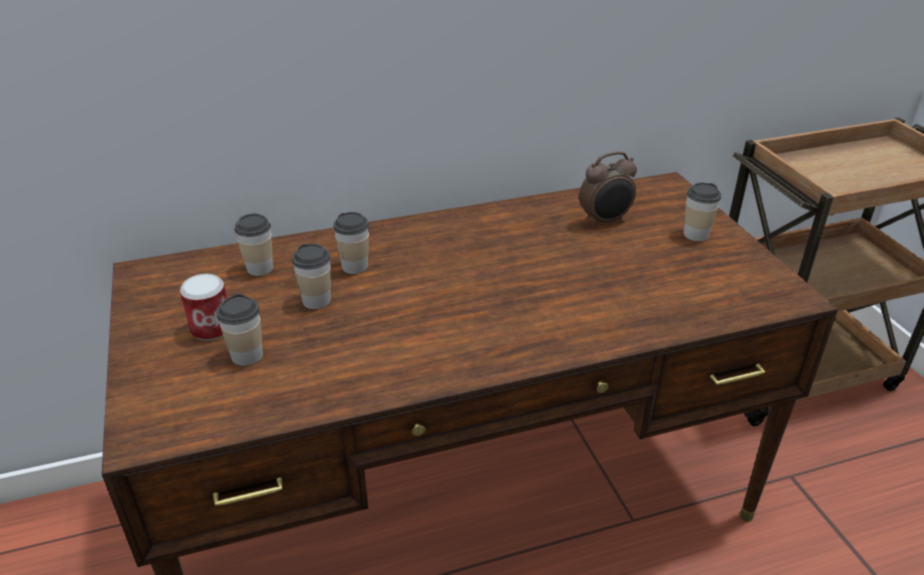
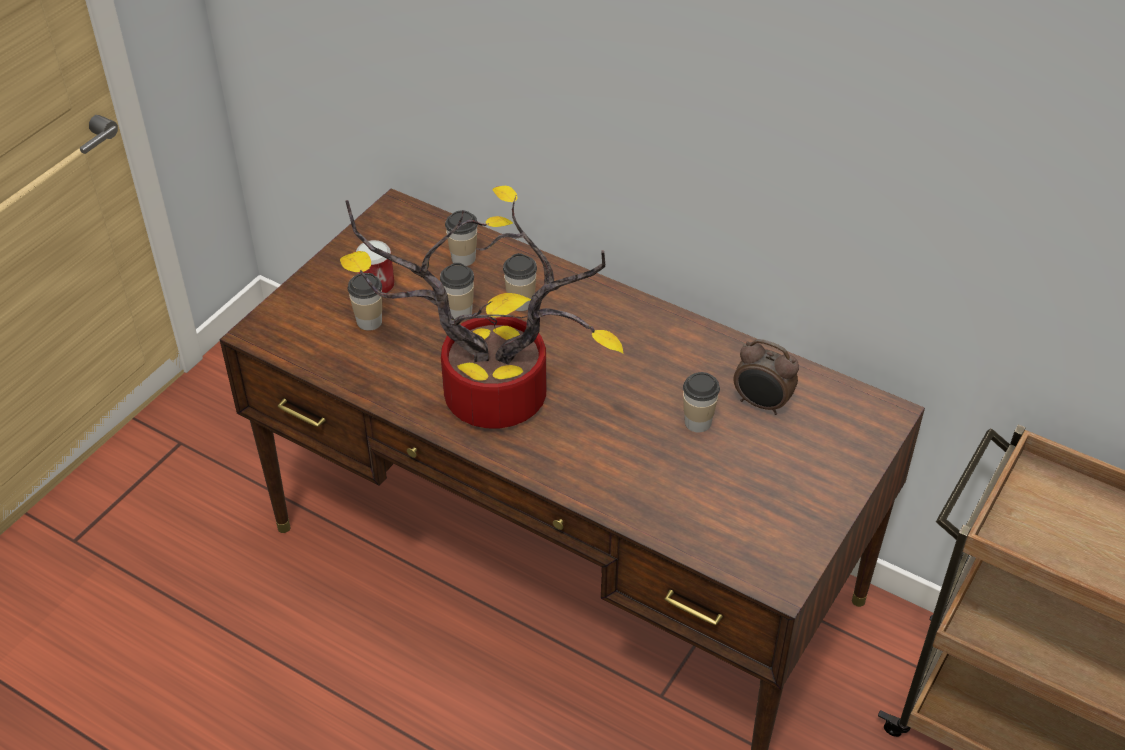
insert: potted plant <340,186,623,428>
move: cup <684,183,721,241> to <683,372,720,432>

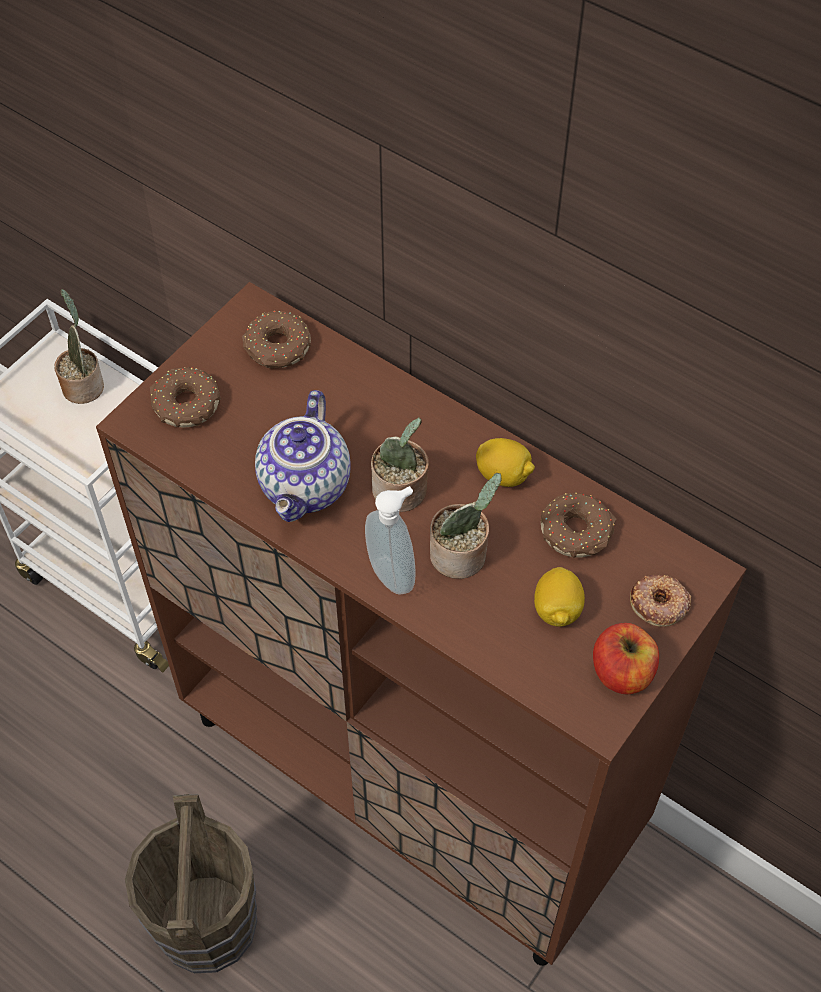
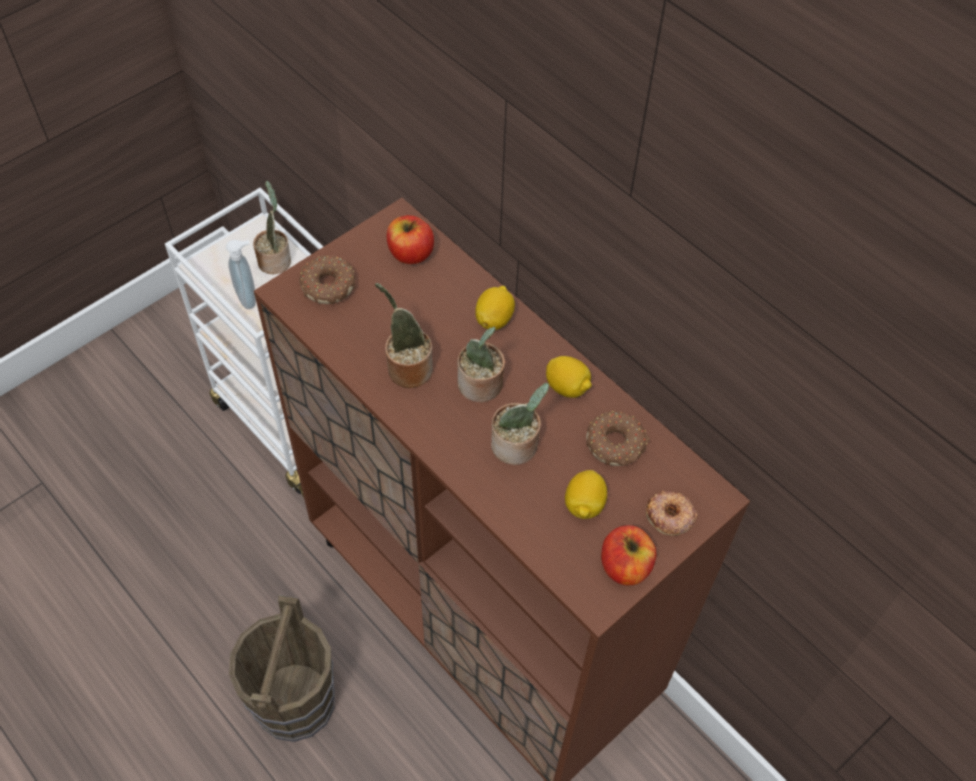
insert: lemon <475,286,515,330>
move: soap dispenser <365,486,416,595> to <226,240,256,309>
replace: teapot <255,390,351,522> to potted plant <375,283,433,388>; donut <242,311,311,369> to apple <387,215,434,264>

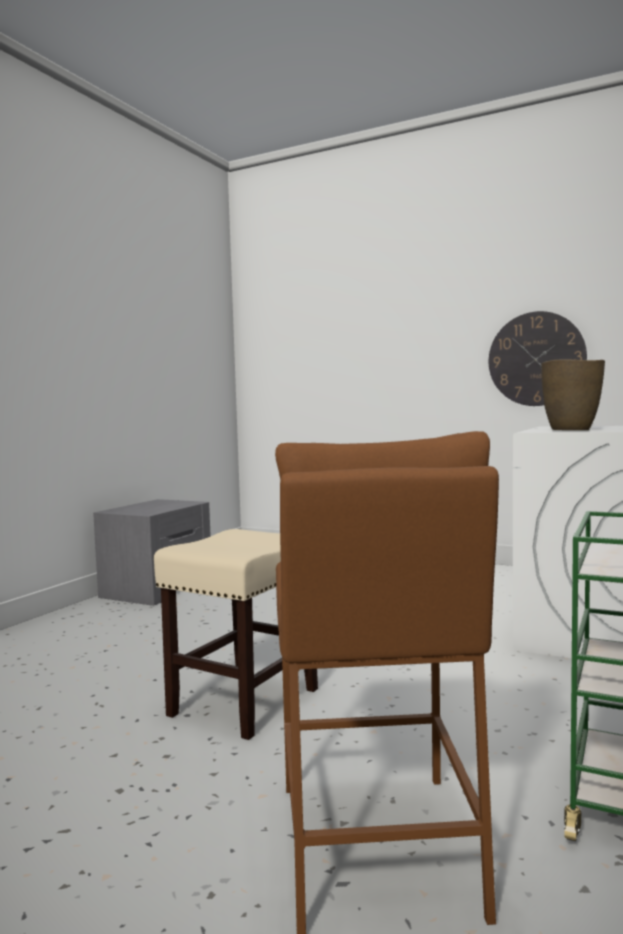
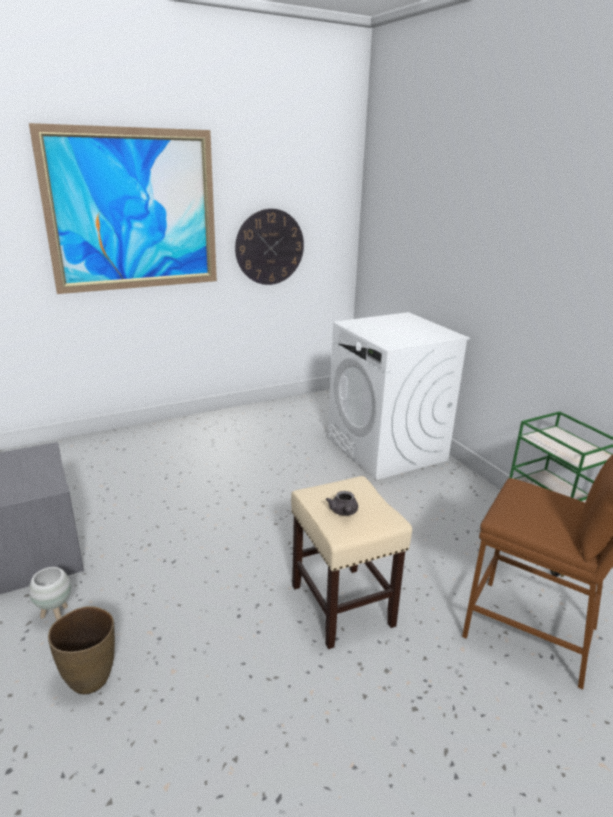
insert: picture <29,123,217,294>; white planter <29,567,71,620>; grey teapot <326,491,358,516>
move: brown vase <541,359,605,430> to <48,606,115,694>

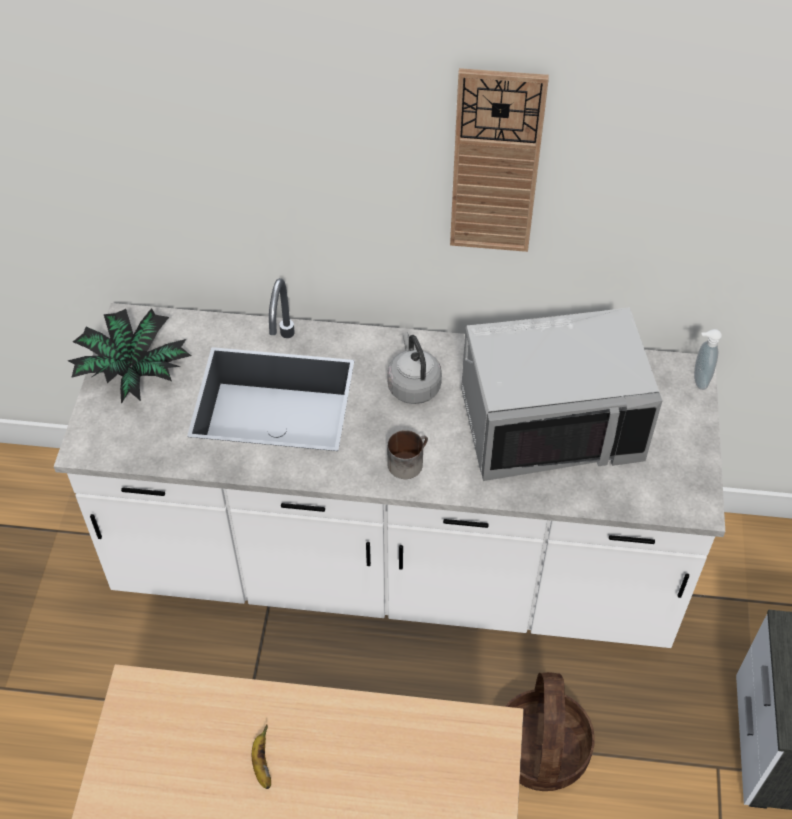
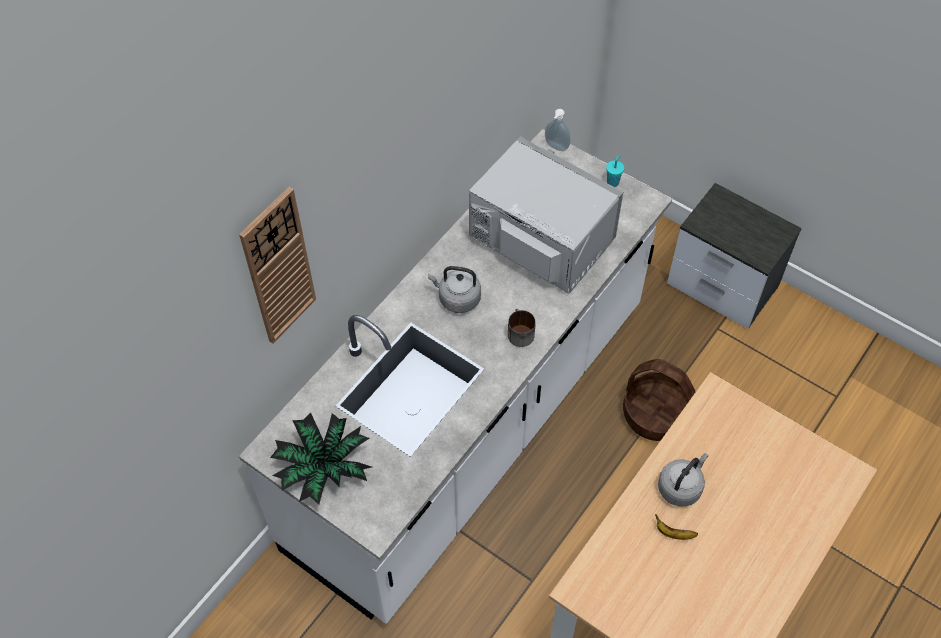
insert: turquoise cup <606,155,624,187>; grey kettle <658,453,708,507>
move: wall clock <450,68,549,252> to <239,187,316,344>
rotate: grey microwave <461,307,663,481> = <469,136,623,294> 75 degrees counterclockwise

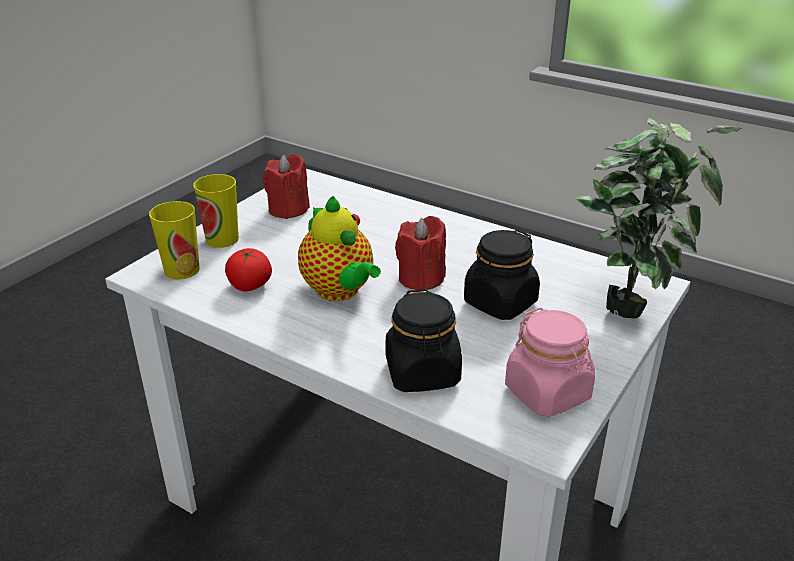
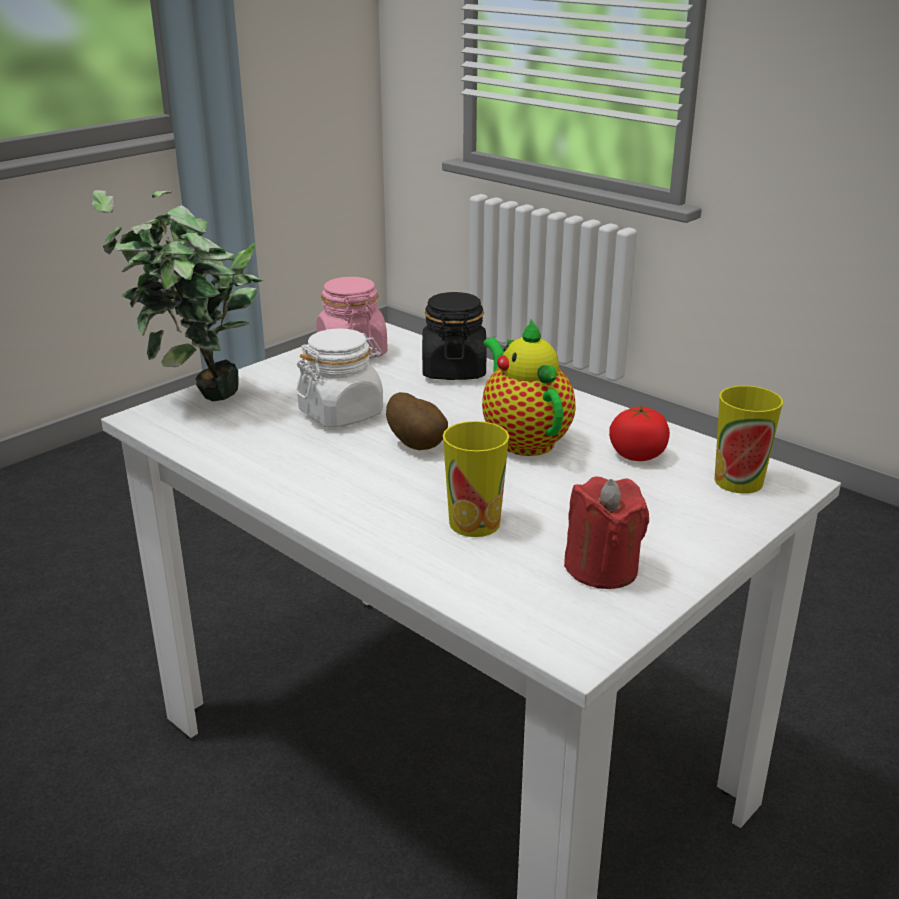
move: cup <193,174,239,248> to <443,421,509,537>
replace: red candle <395,216,446,290> to potato <386,392,448,450>
recolor: black jar <464,230,540,320> to white jar <296,328,383,428>

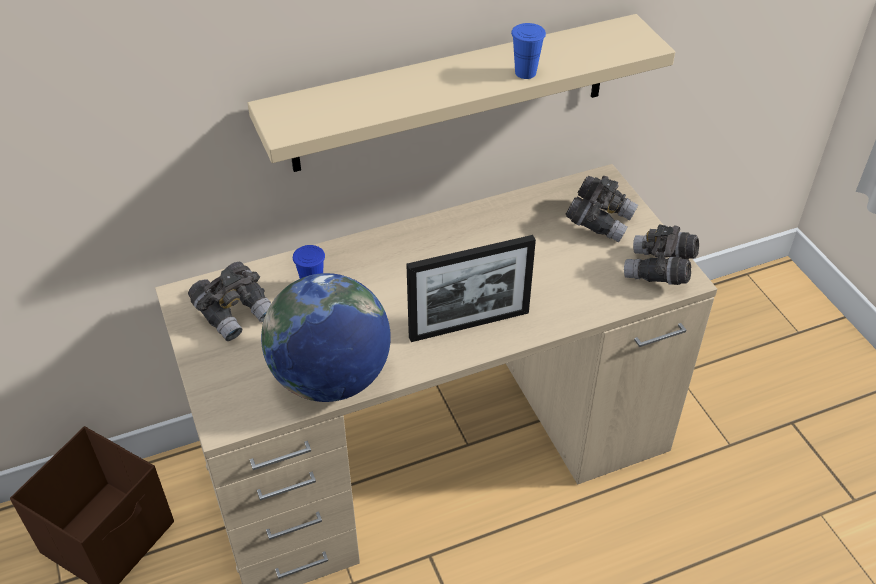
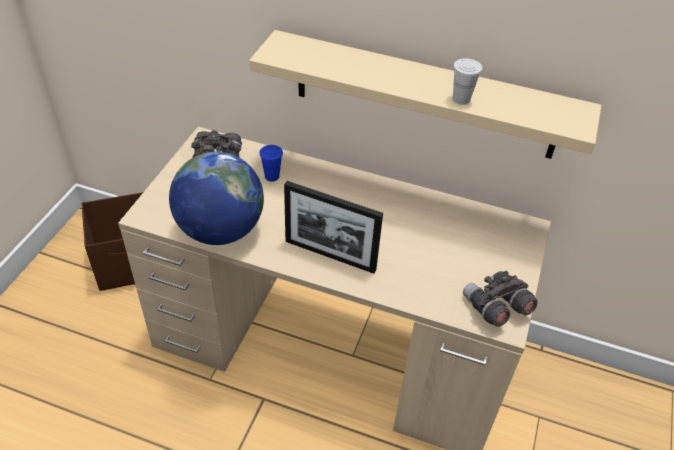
delete: grey binoculars <566,176,638,242>
recolor: blue cup <511,23,546,79> to white cup <453,58,482,105>

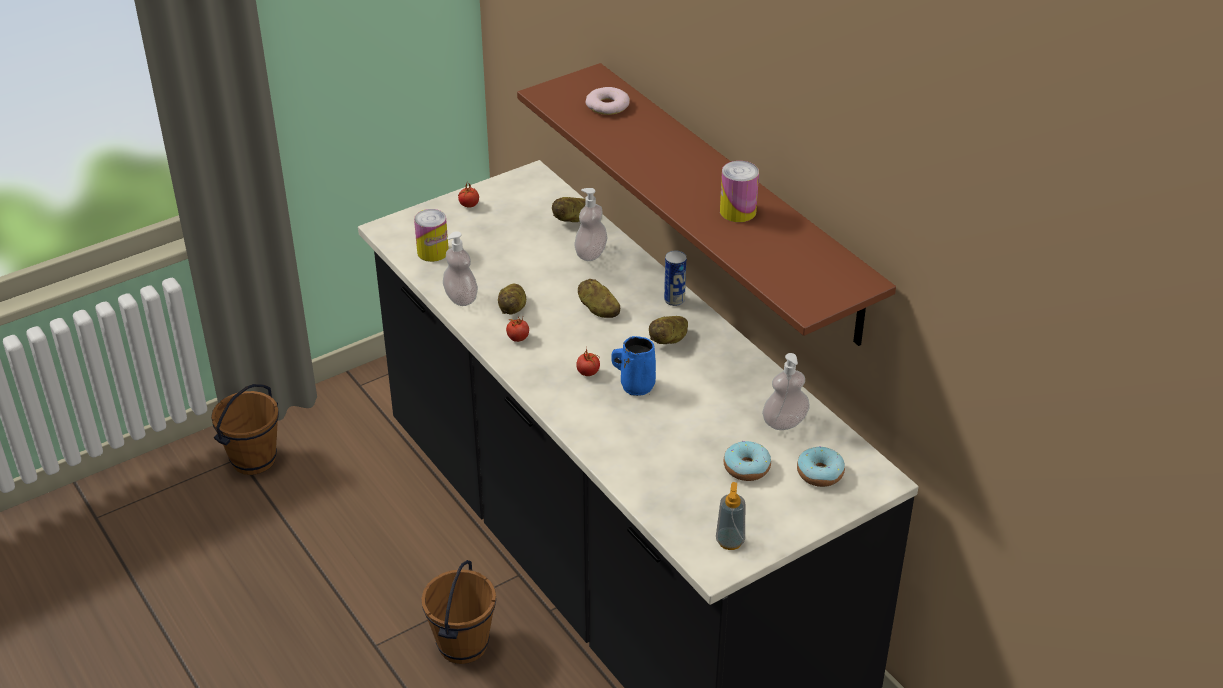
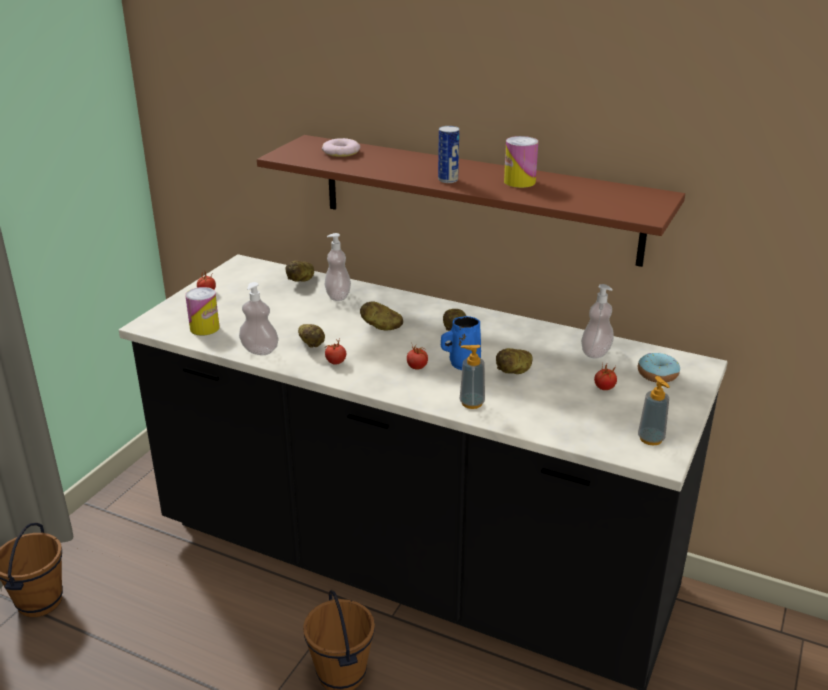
insert: soap dispenser <460,345,485,409>; potato <496,348,533,374>
move: can <664,250,686,306> to <438,126,459,183>
replace: donut <724,441,771,481> to tomato <594,364,617,390>

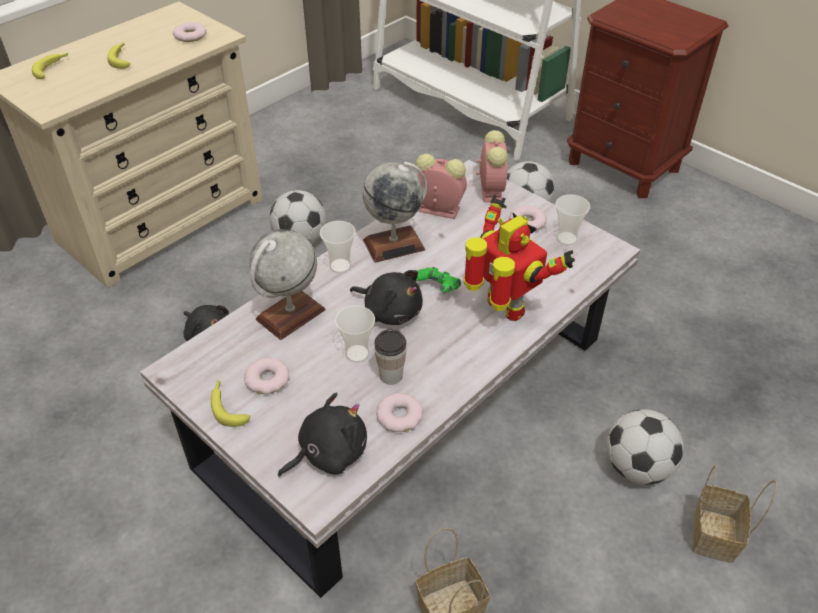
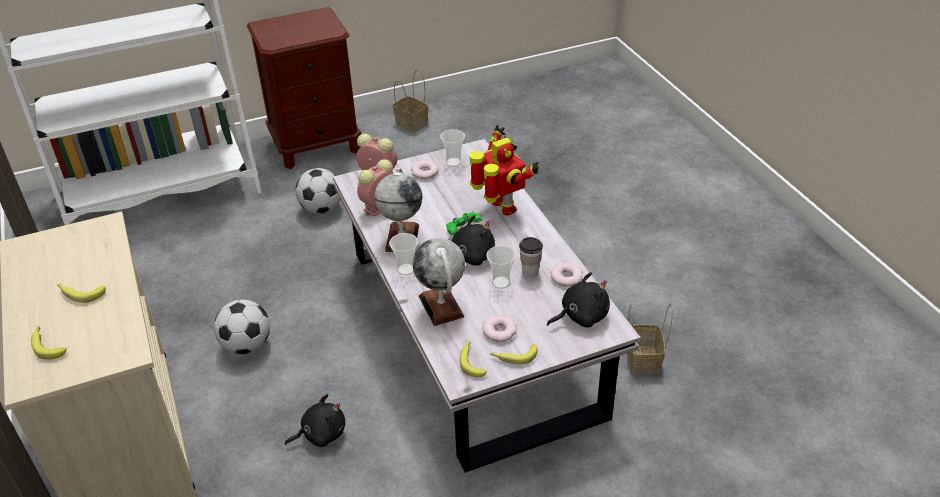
delete: donut <173,22,207,42>; football <607,409,684,485>
insert: banana <460,340,487,377>
move: basket <692,465,777,563> to <393,70,428,132>
rotate: toy robot <464,195,575,321> = <469,125,539,215> 75 degrees clockwise; black plush toy <278,393,367,477> = <547,272,610,327> 75 degrees clockwise

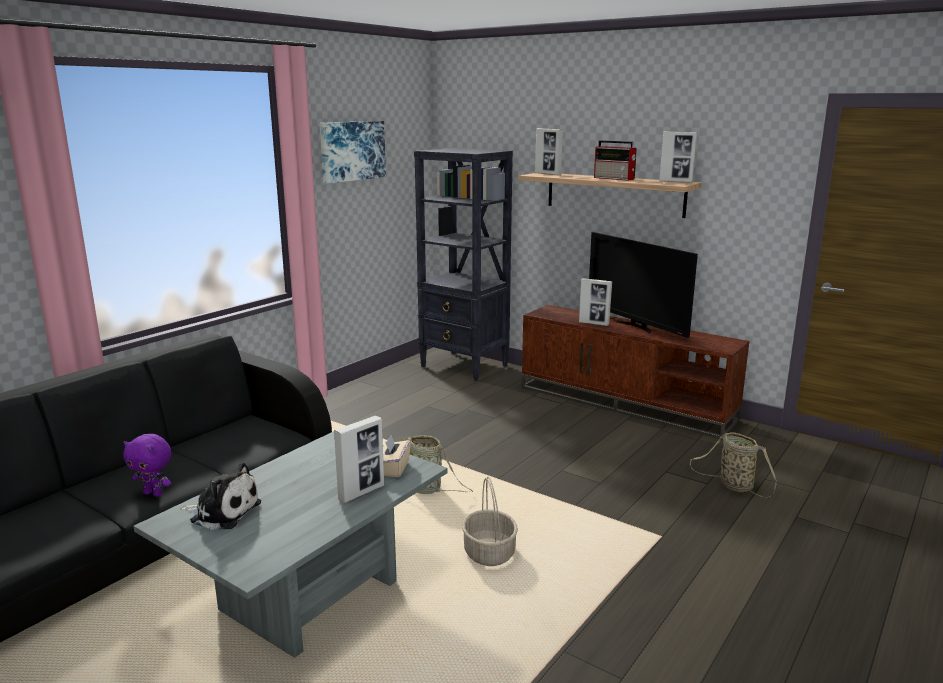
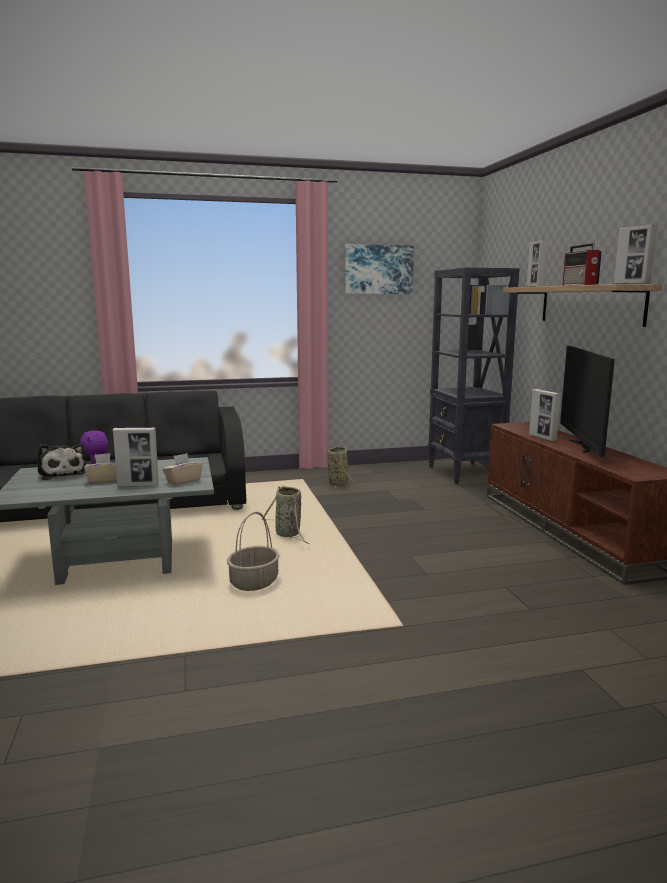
insert: beige tissue box <84,453,117,484>
move: basket <690,432,777,497> to <327,446,354,489>

